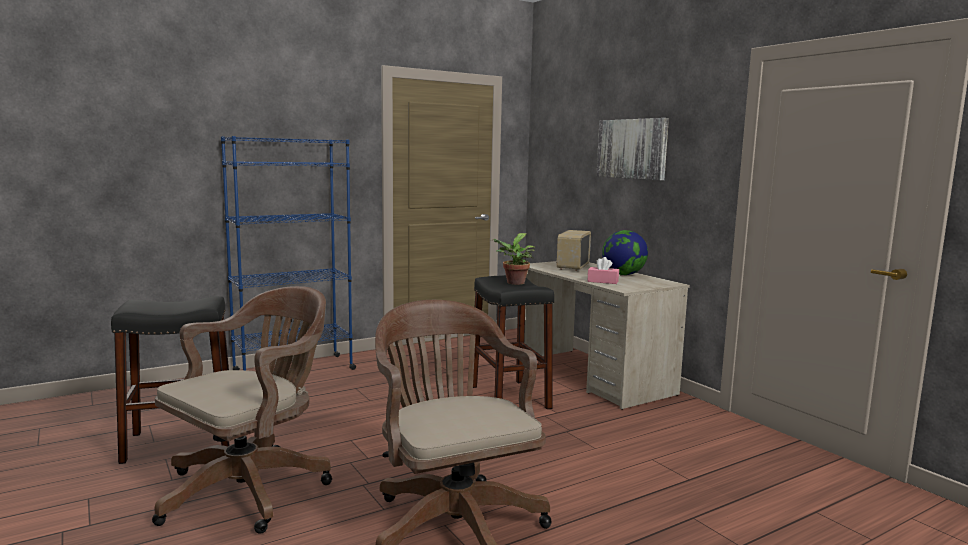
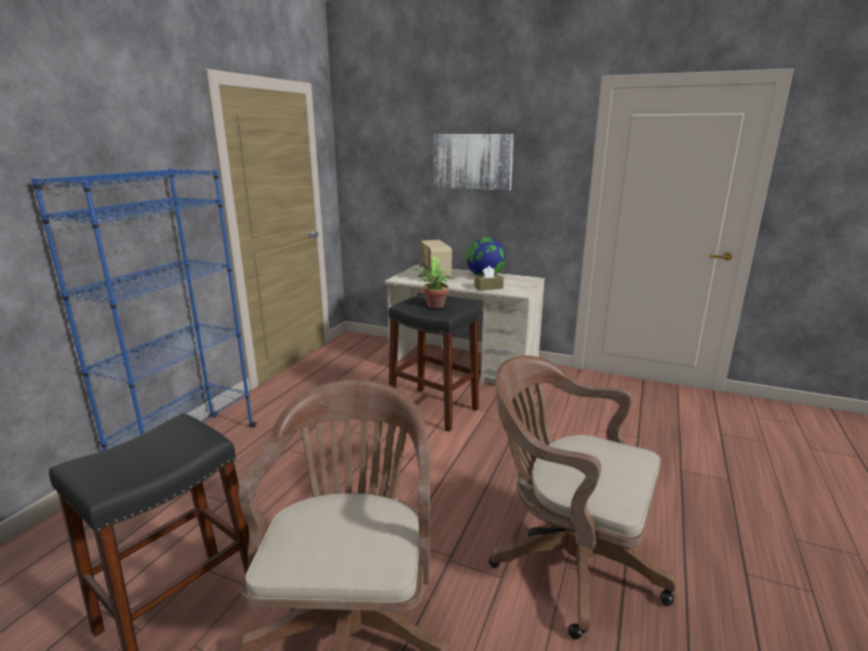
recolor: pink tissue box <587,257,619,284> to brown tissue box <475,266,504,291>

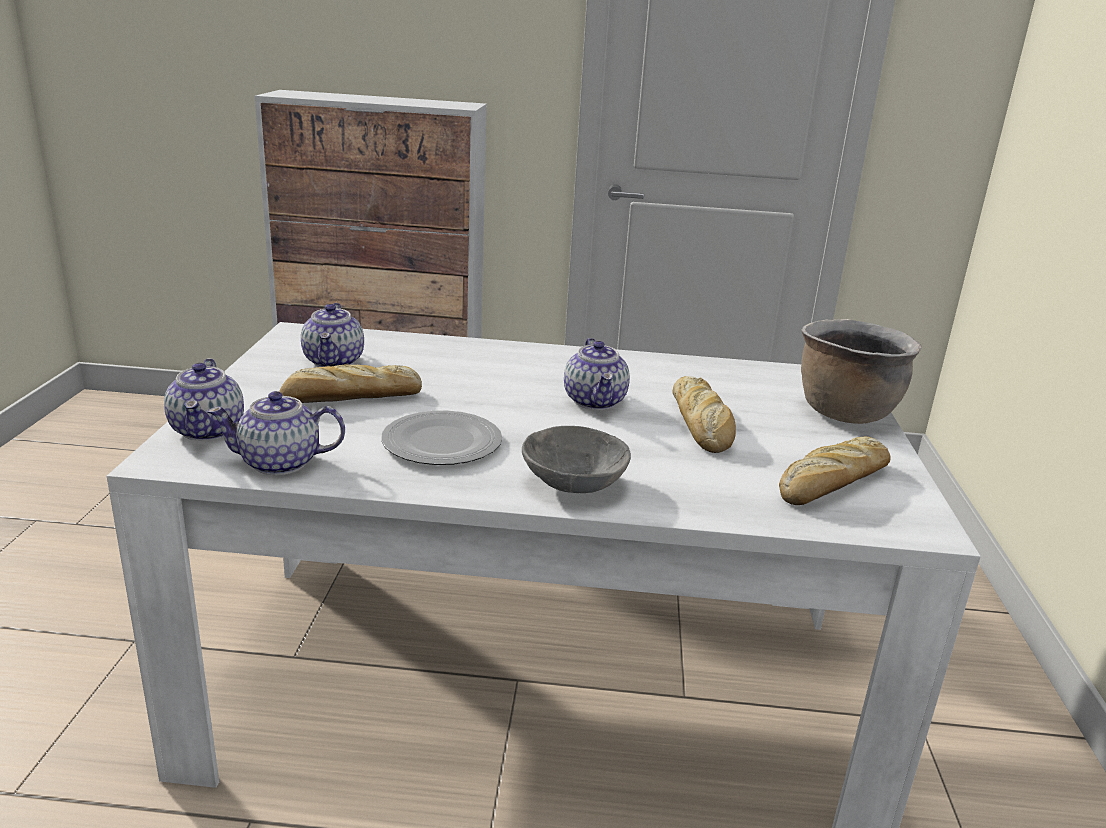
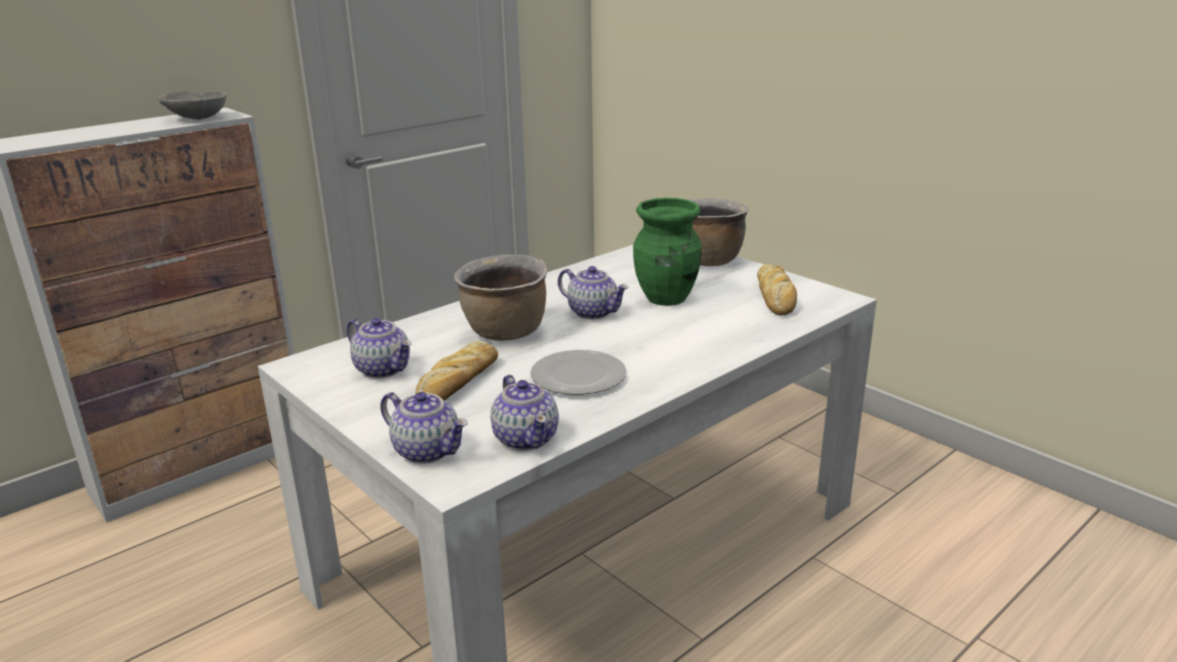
insert: brown cooking pot <454,255,548,341>
move: grey bowl <522,426,631,493> to <158,90,227,120>
replace: bread <673,376,736,453> to green vase <633,198,702,306>
rotate: teapot <207,391,345,475> = <490,375,559,451> 60 degrees counterclockwise

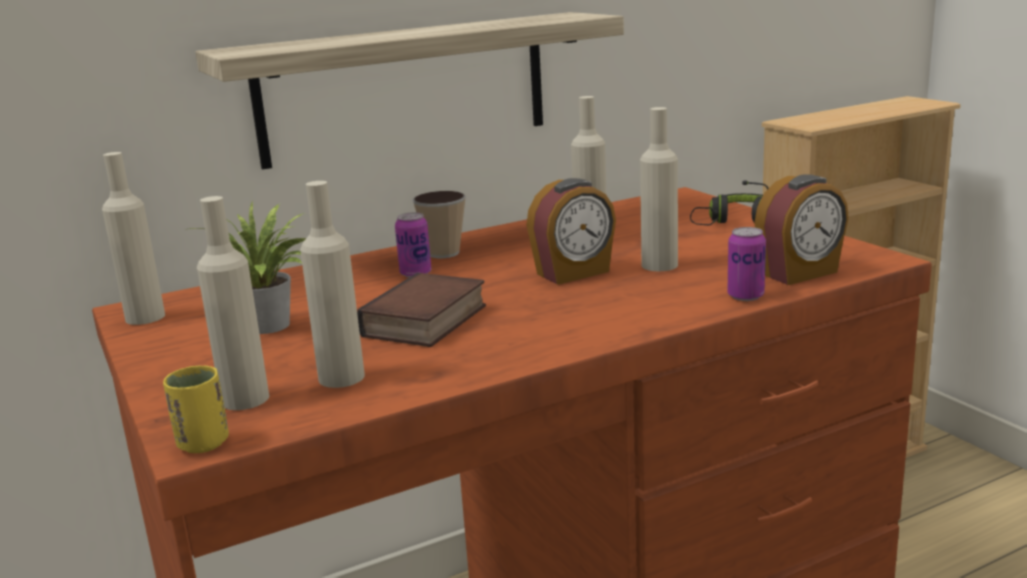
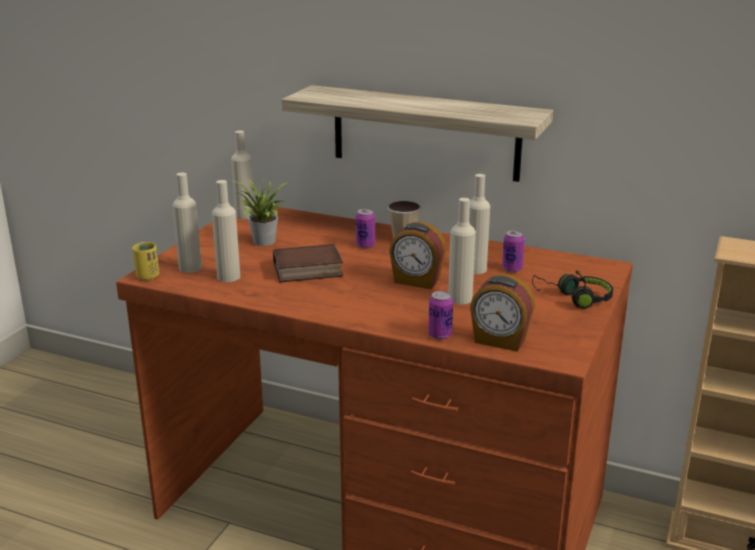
insert: can <502,230,525,272>

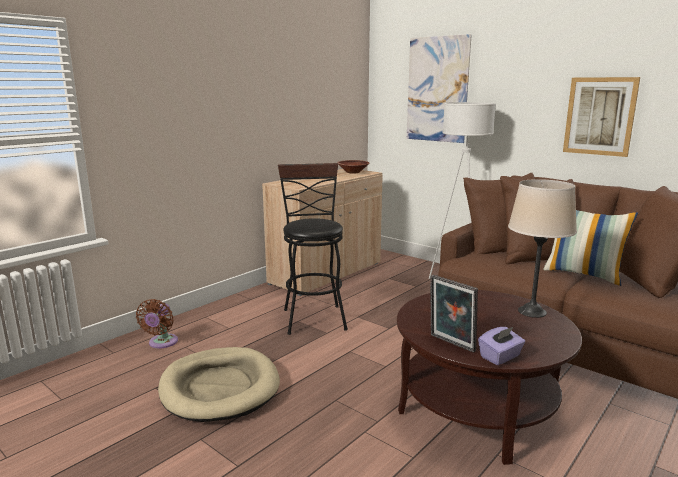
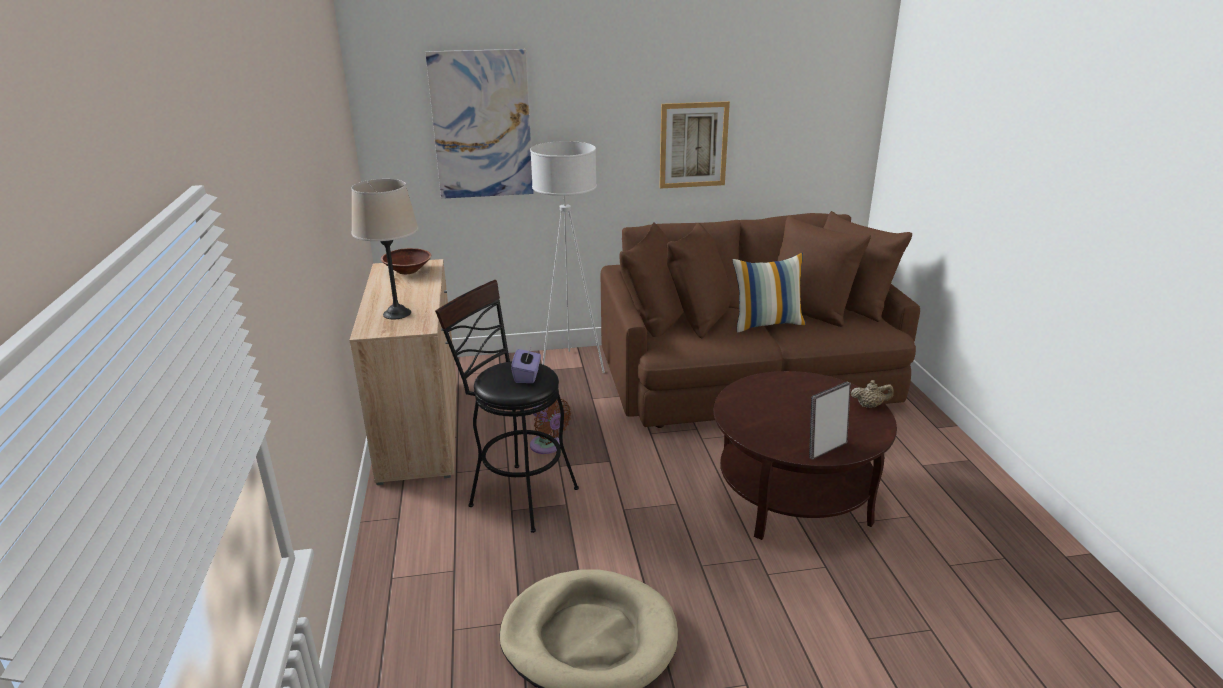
insert: beige teapot <851,380,894,408>
move: beige table lamp <508,179,577,318> to <351,179,419,319>; purple tissue box <478,327,525,365> to <511,346,541,383>; brown fan <136,299,178,348> to <530,399,571,454>
rotate: picture frame <430,275,478,352> = <809,382,851,460> 150 degrees clockwise

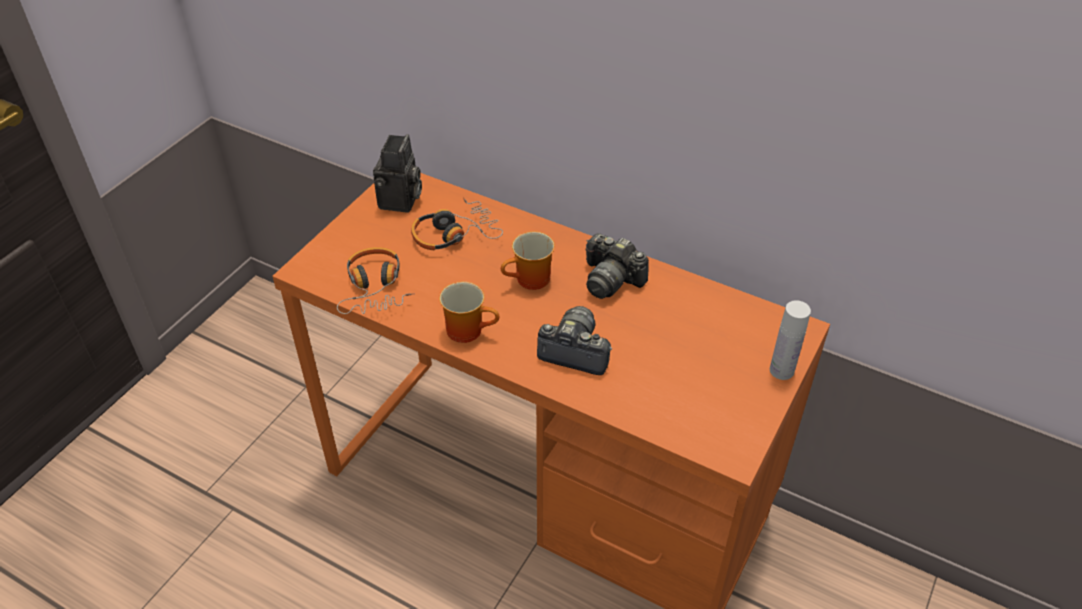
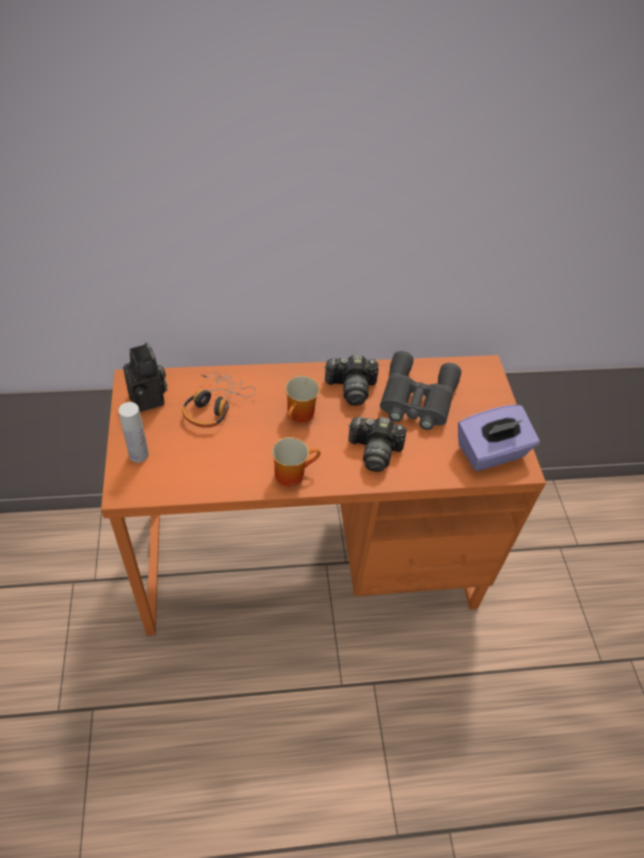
delete: headphones <337,247,415,314>
insert: grey binoculars <380,351,461,430>; purple tissue box <458,405,540,471>
move: white bottle <770,300,811,380> to <119,402,149,462>
rotate: photo camera <537,306,613,375> = <348,417,407,472> 150 degrees counterclockwise

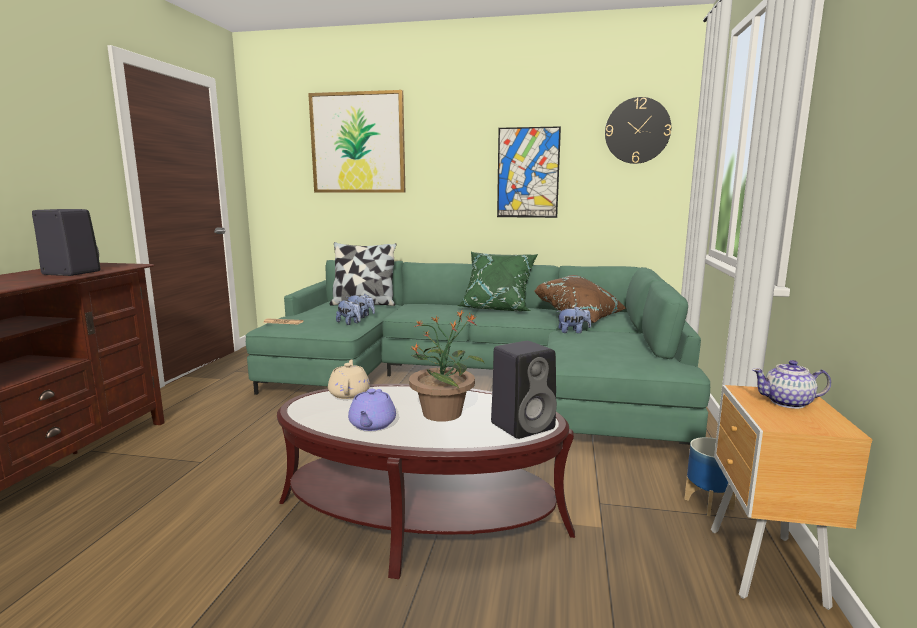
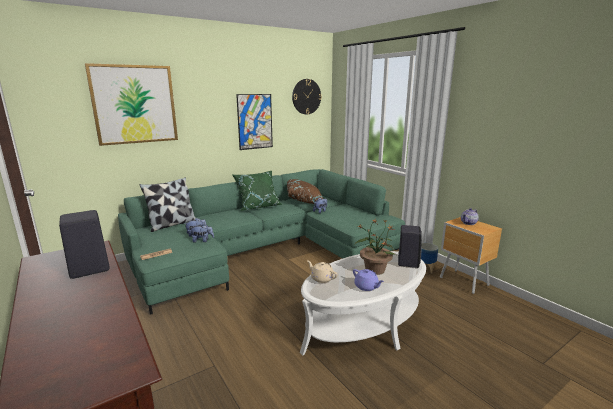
recolor: brown coffee table <277,384,575,579> to white coffee table <300,251,426,355>

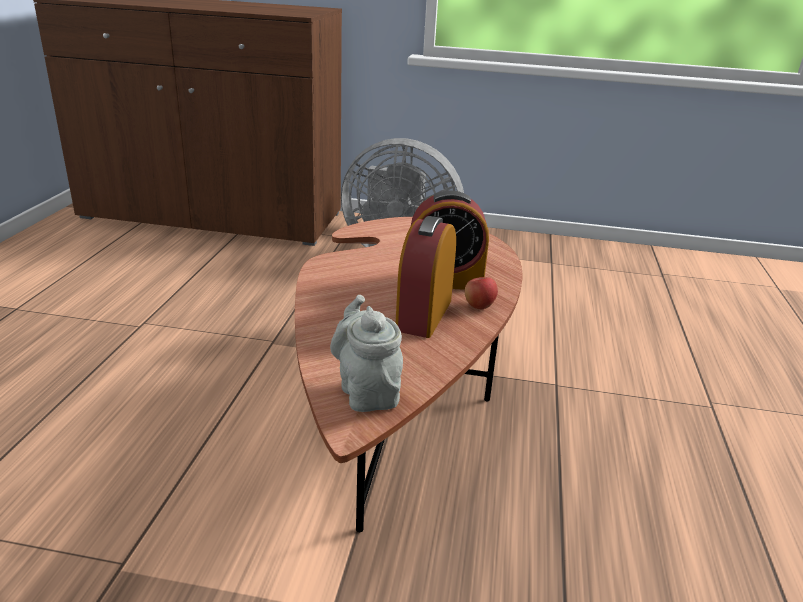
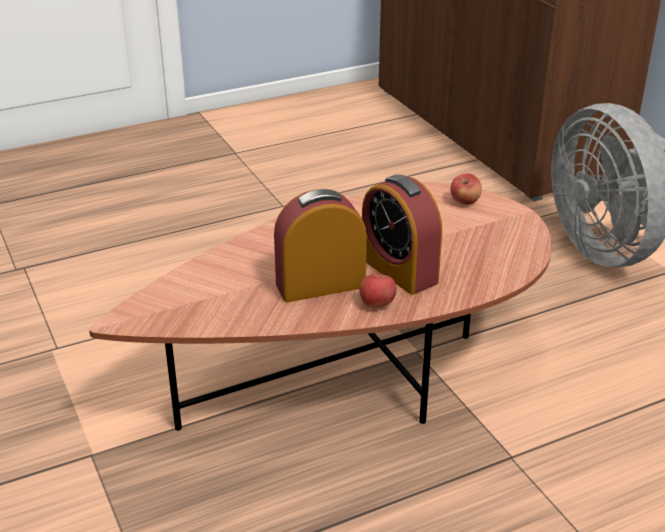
delete: grey teapot <330,295,403,412>
insert: apple <450,173,482,205>

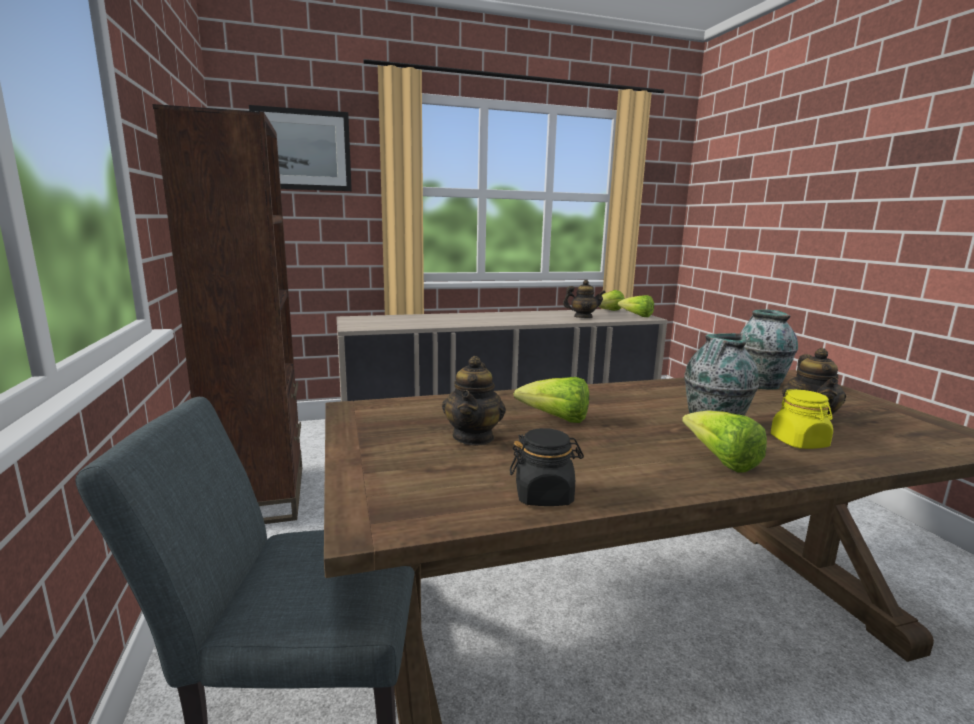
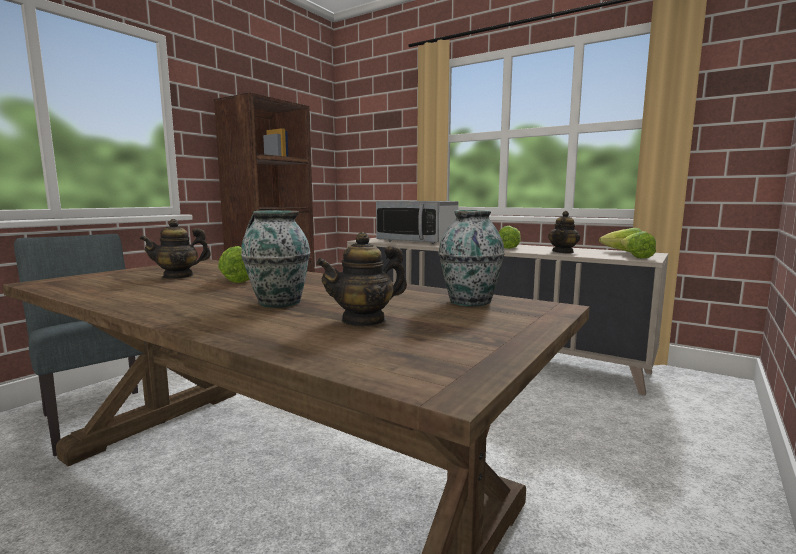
delete: picture <249,105,352,191>; black jar <510,428,584,506>; yellow jar <771,389,833,449>
insert: microwave <376,201,458,244>
move: lettuce <682,410,767,473> to <499,226,521,249>
rotate: teapot <563,280,606,318> = <548,211,580,254> 75 degrees clockwise

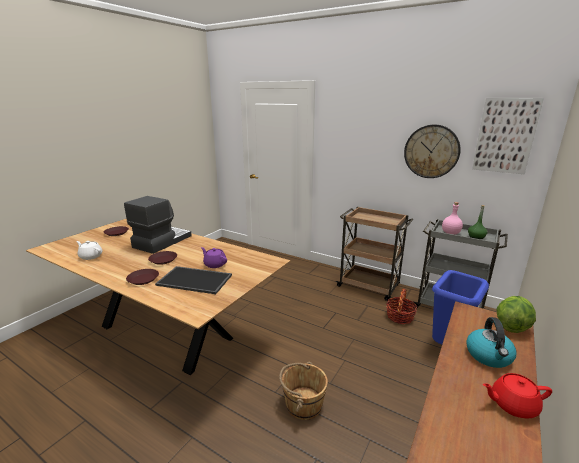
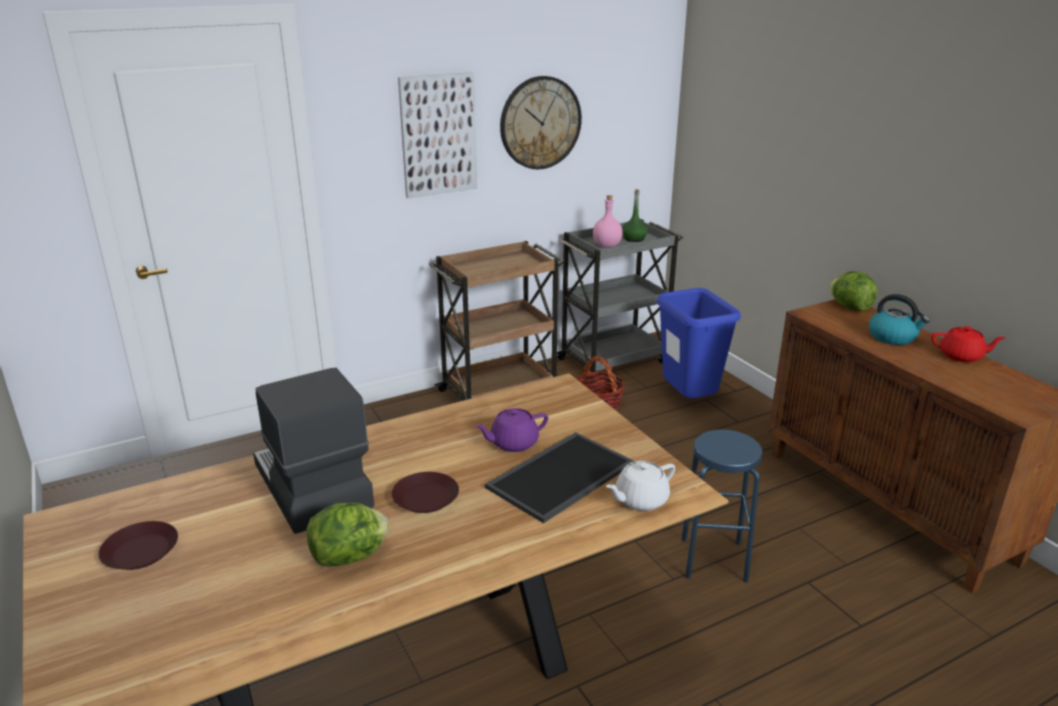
delete: brown plate <126,269,159,285>
insert: lettuce <306,503,389,566>
move: picture <472,98,544,174> to <398,72,477,198>; white teapot <76,241,102,260> to <606,461,675,511>
replace: brown bucket <279,362,328,420> to blue stool <681,430,763,583>
rotate: red teapot <483,373,552,419> = <931,326,1006,362> 105 degrees counterclockwise

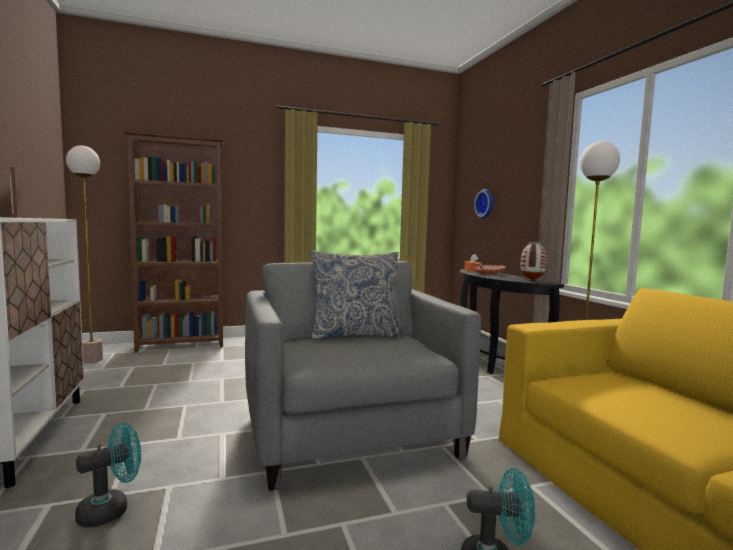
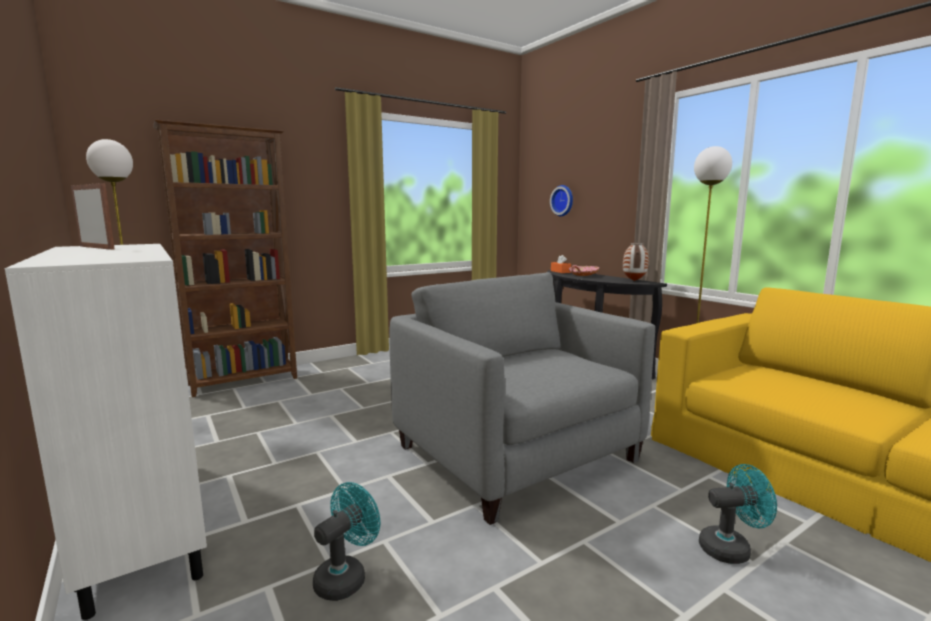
delete: pillow <311,251,404,340>

